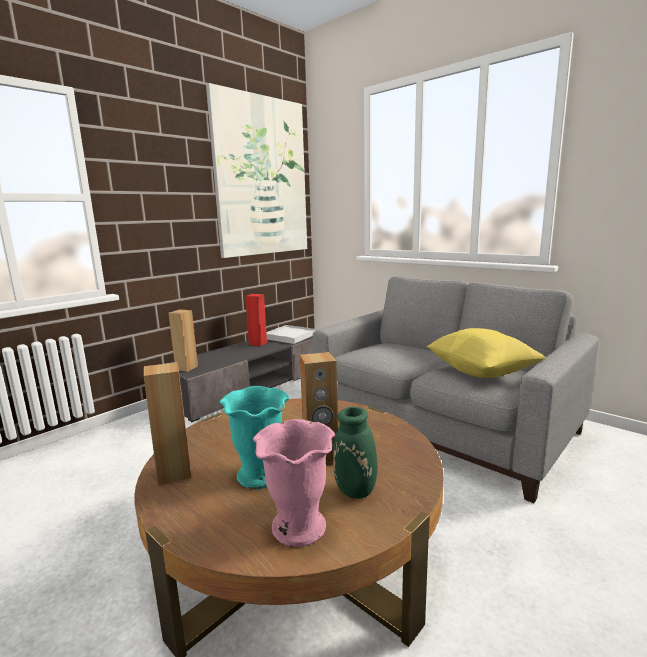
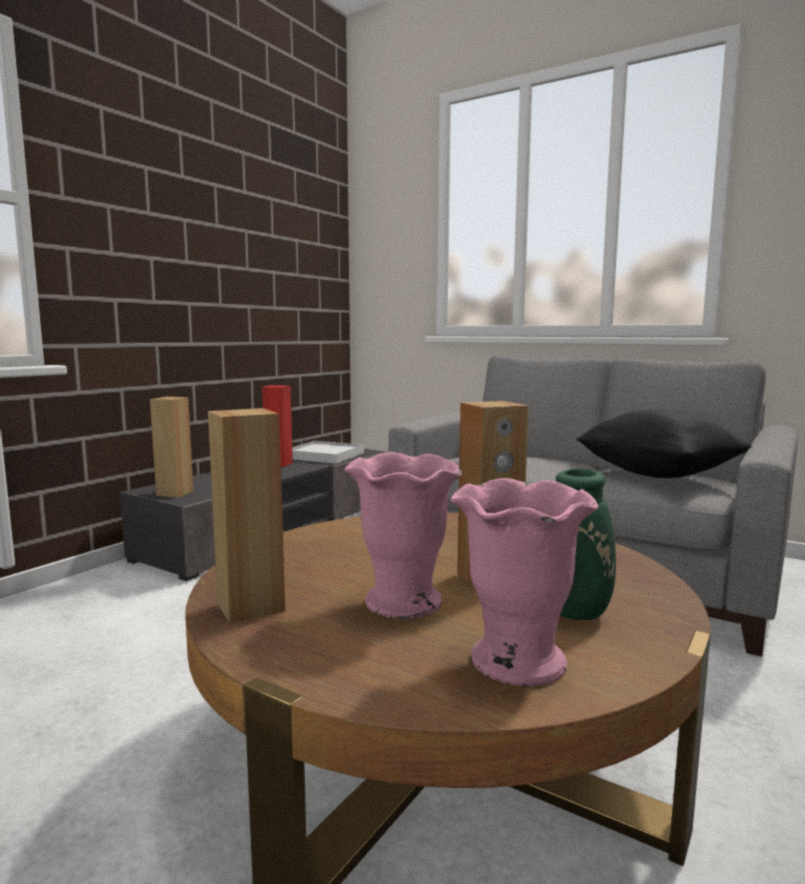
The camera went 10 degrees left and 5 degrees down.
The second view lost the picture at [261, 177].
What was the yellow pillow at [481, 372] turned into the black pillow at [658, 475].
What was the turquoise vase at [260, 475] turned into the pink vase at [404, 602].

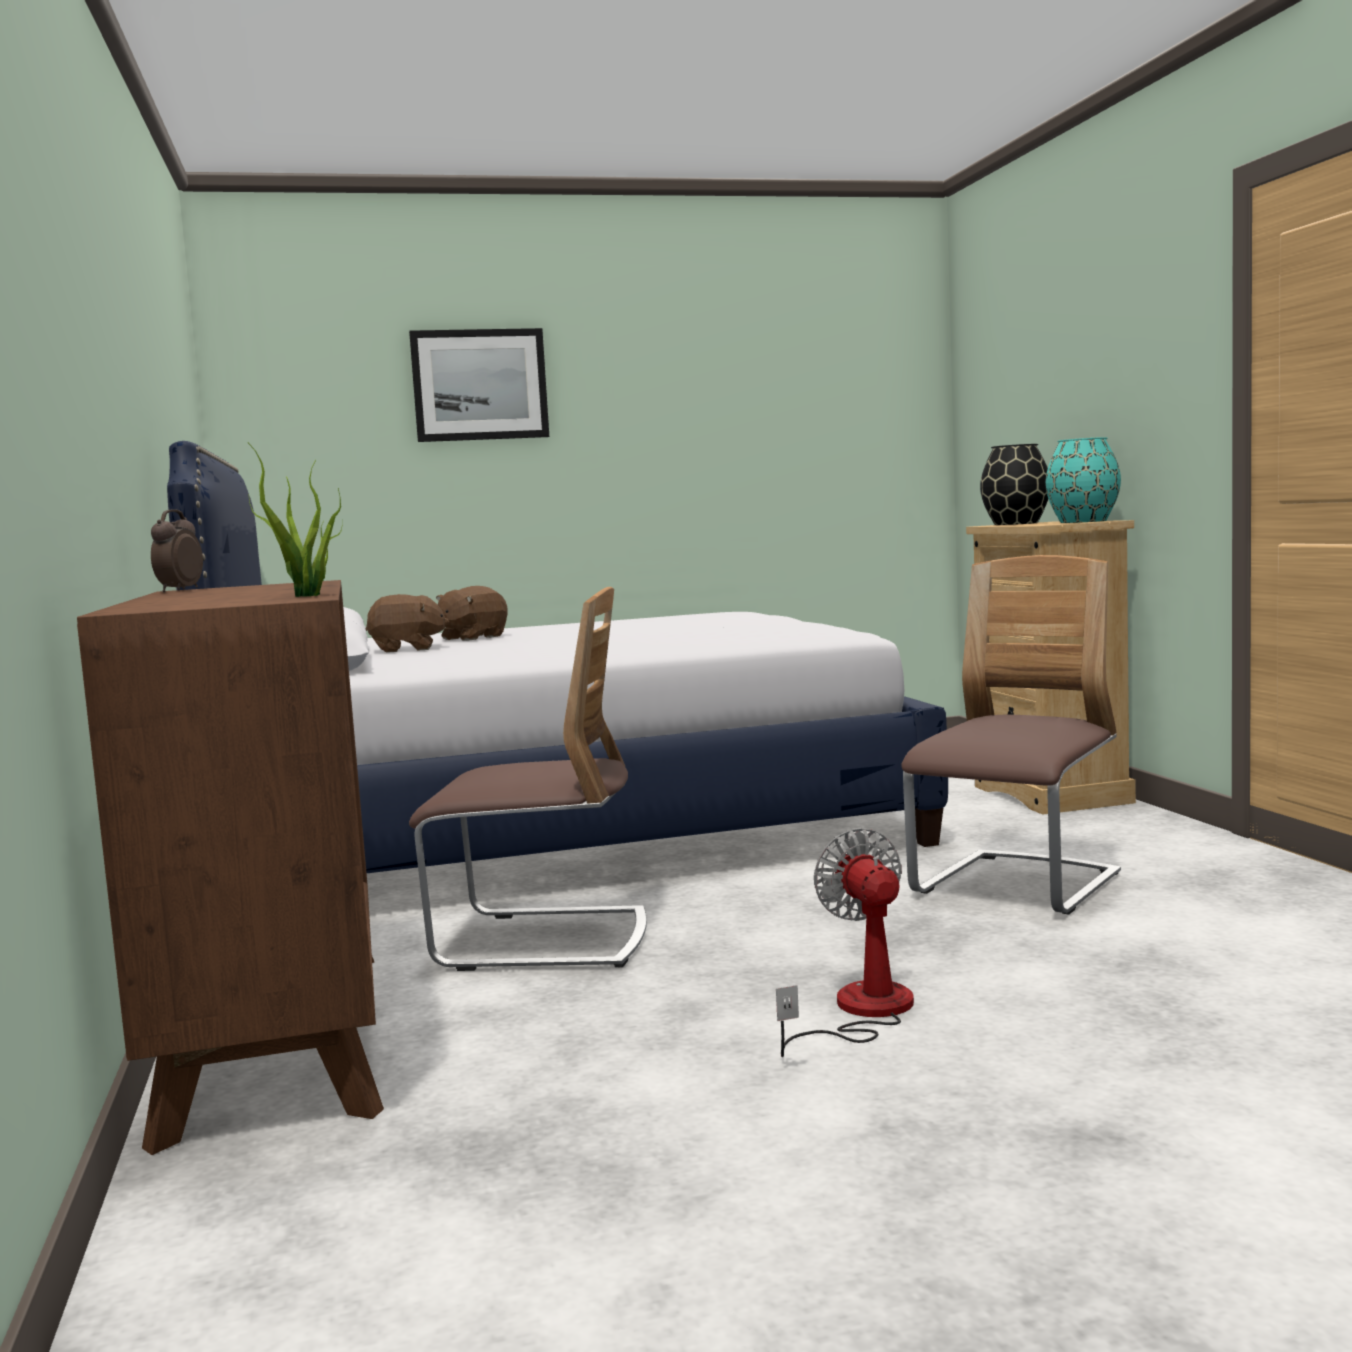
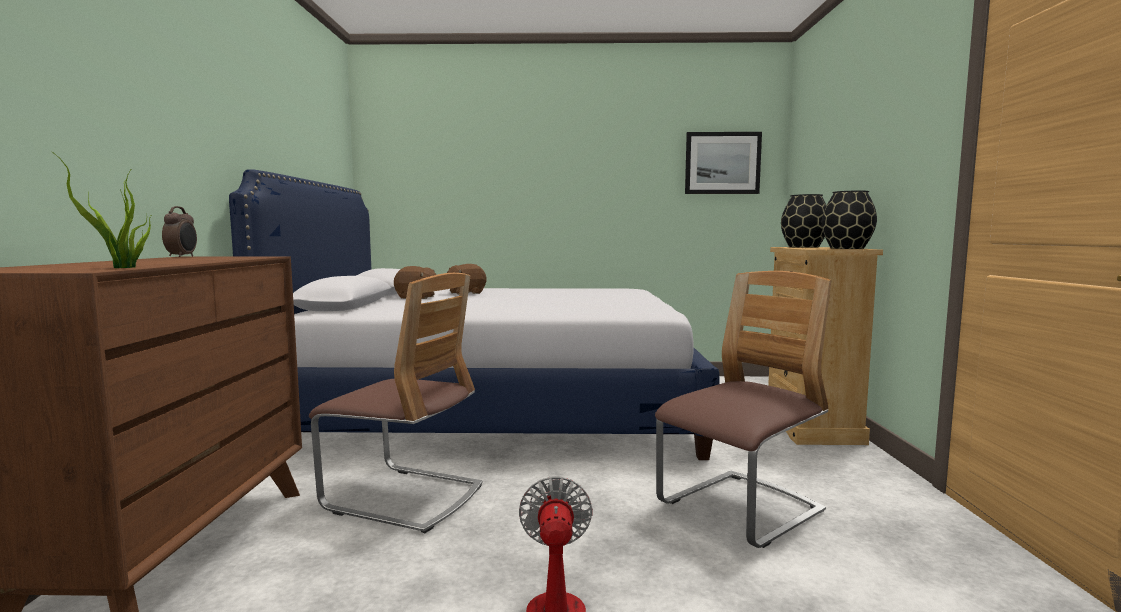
The camera went 15 degrees right and 0 degrees up.
The picture ended up elsewhere, having gone from [480, 385] to [722, 163].
What was the turquoise vase at [1084, 521] turned into the black vase at [847, 248].
The alarm clock at [179, 590] ended up facing another way, 150 degrees clockwise from before.

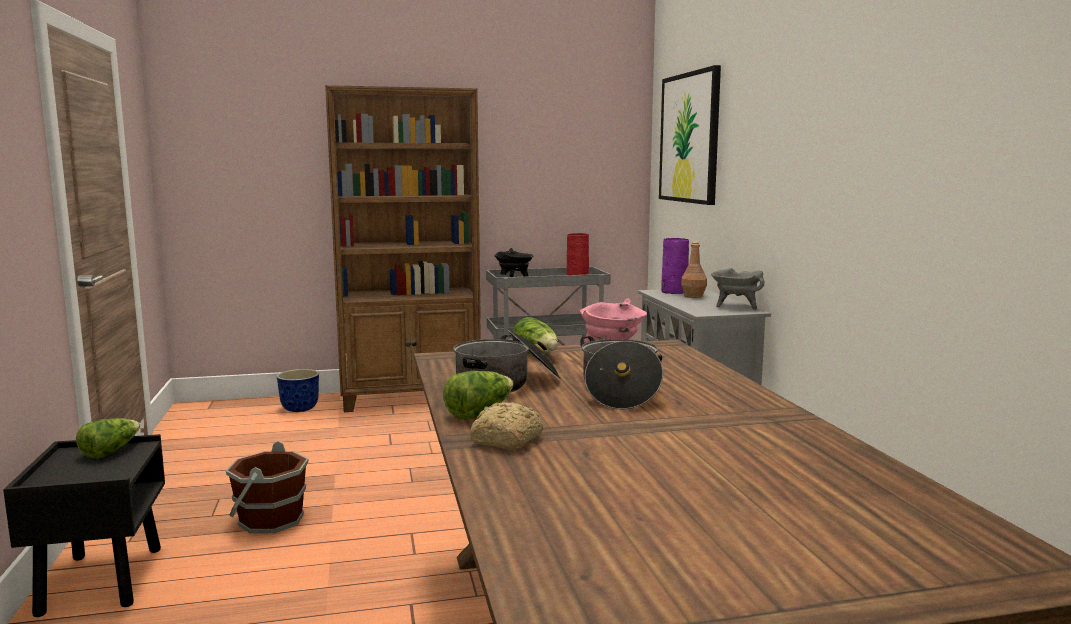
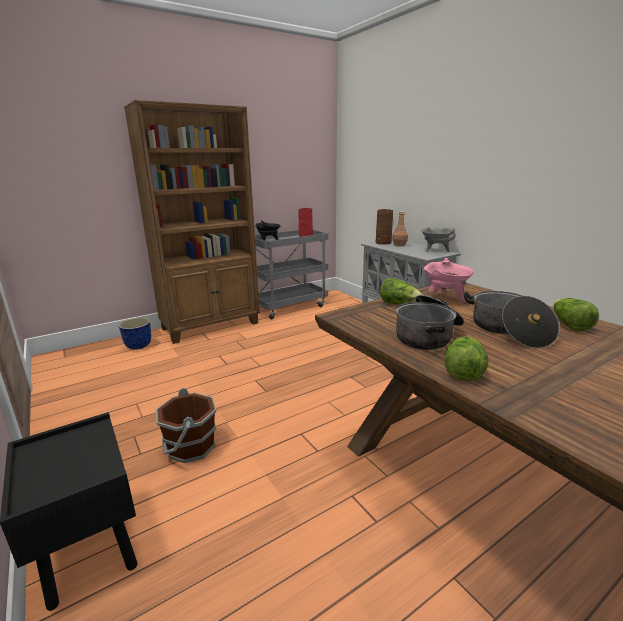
The camera went 20 degrees left and 10 degrees up.
The second view lost the picture at [689, 138].
What was the purple vase at [673, 292] turned into the brown vase at [382, 243].
The second view lost the bread at [505, 440].
The lettuce ended up elsewhere, having gone from [110, 451] to [569, 325].

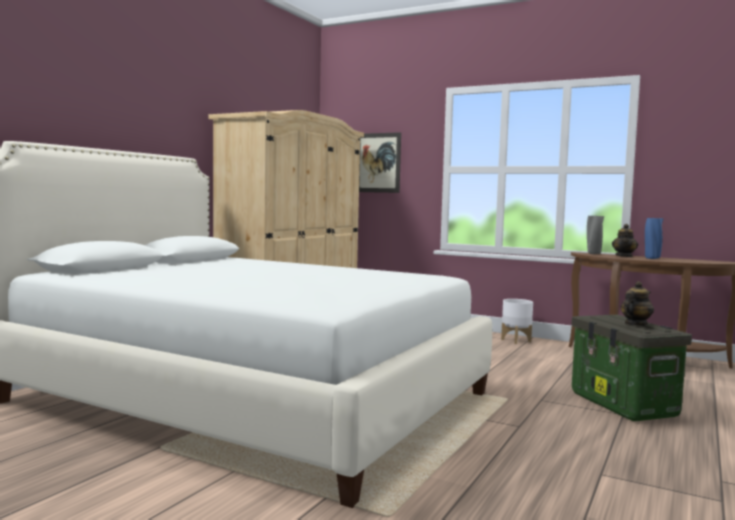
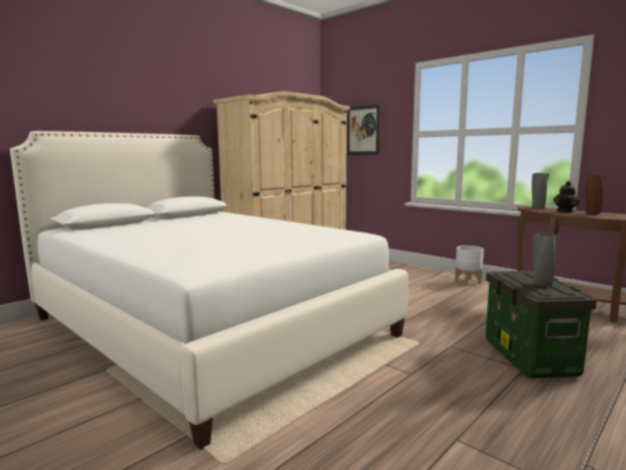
The camera went 15 degrees right and 5 degrees up.
What was the blue vase at [652, 258] turned into the brown vase at [592, 214].
Where the teapot stood at [635, 324], the grey vase came to stand at [542, 284].

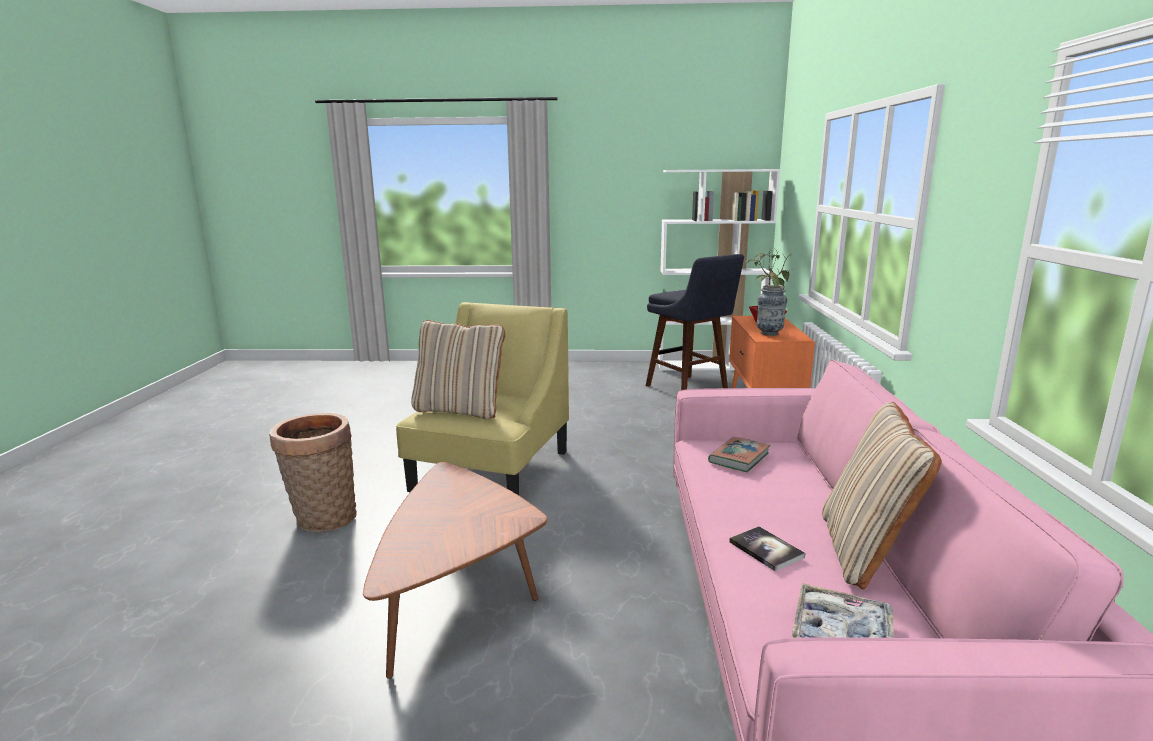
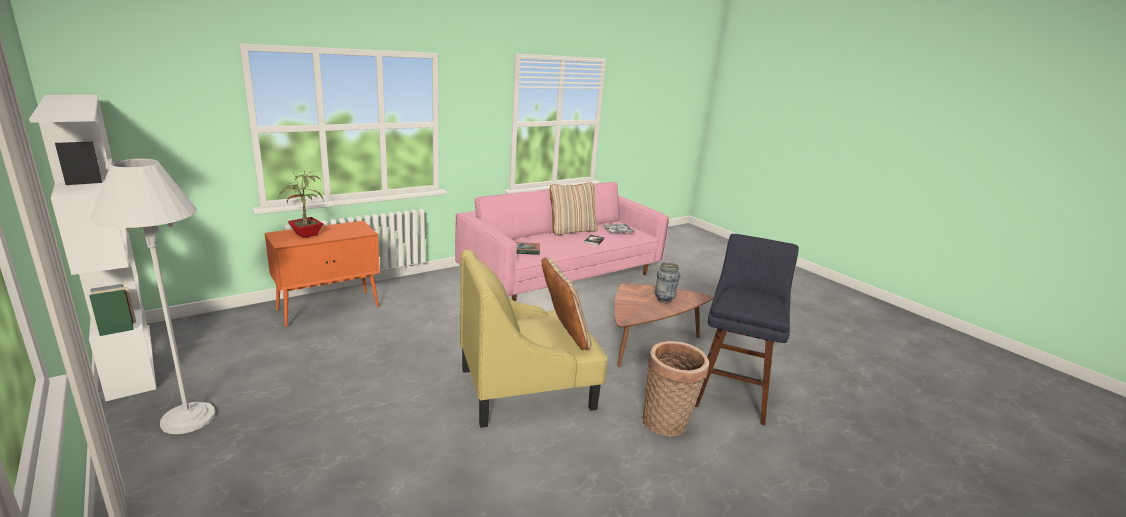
The camera went 130 degrees left and 5 degrees up.
The blue stool ended up elsewhere, having gone from [690, 390] to [731, 393].
The vase ended up elsewhere, having gone from [769, 333] to [664, 300].
The second view gained the white floor lamp at [188, 418].

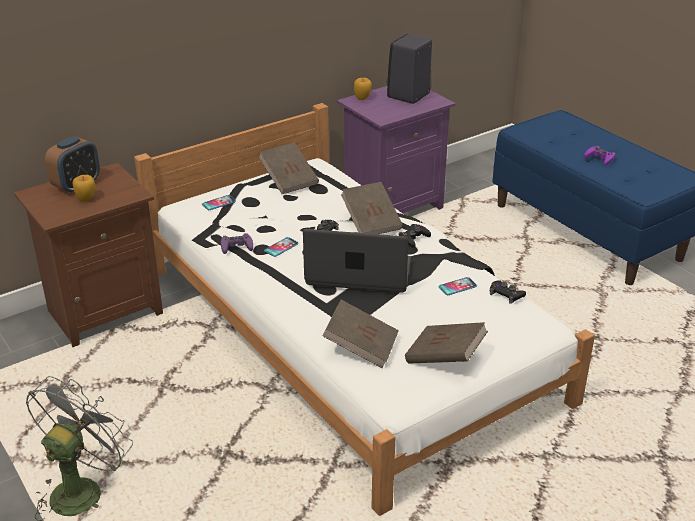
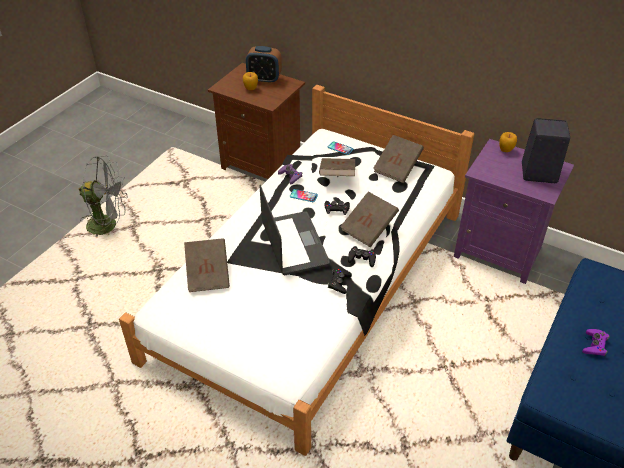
The camera went 65 degrees right and 10 degrees up.
The second view lost the phone at [457, 287].
The black game controller ended up elsewhere, having gone from [506, 295] to [339, 283].
The brown book ended up elsewhere, having gone from [445, 358] to [337, 176].

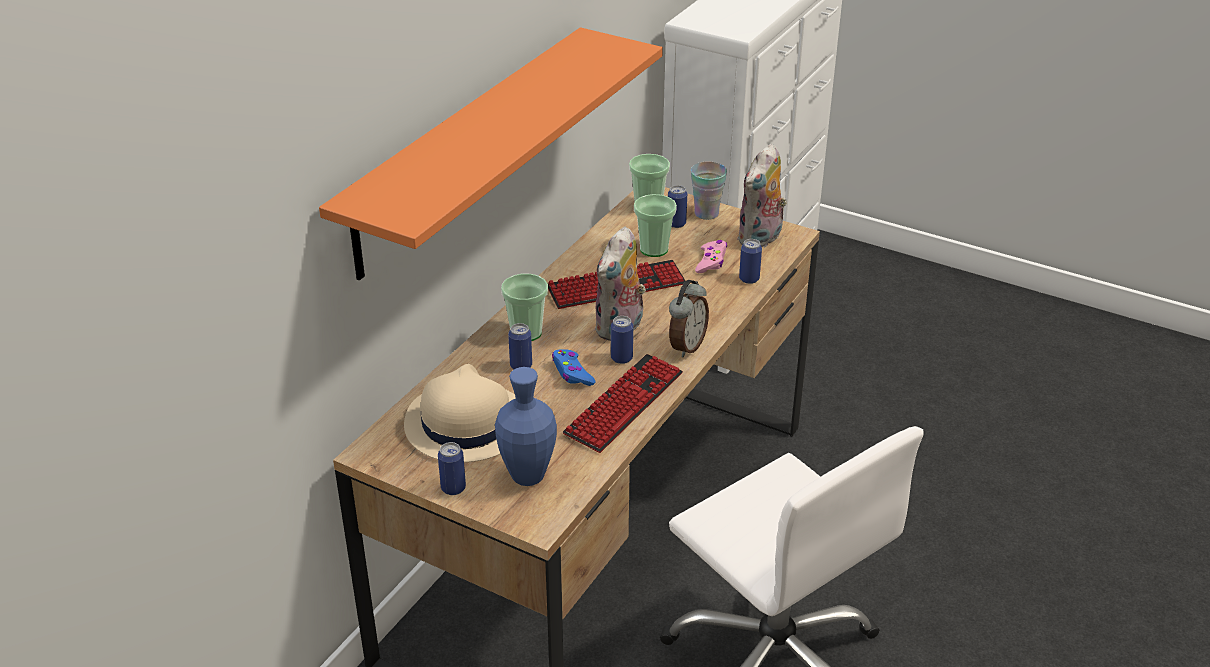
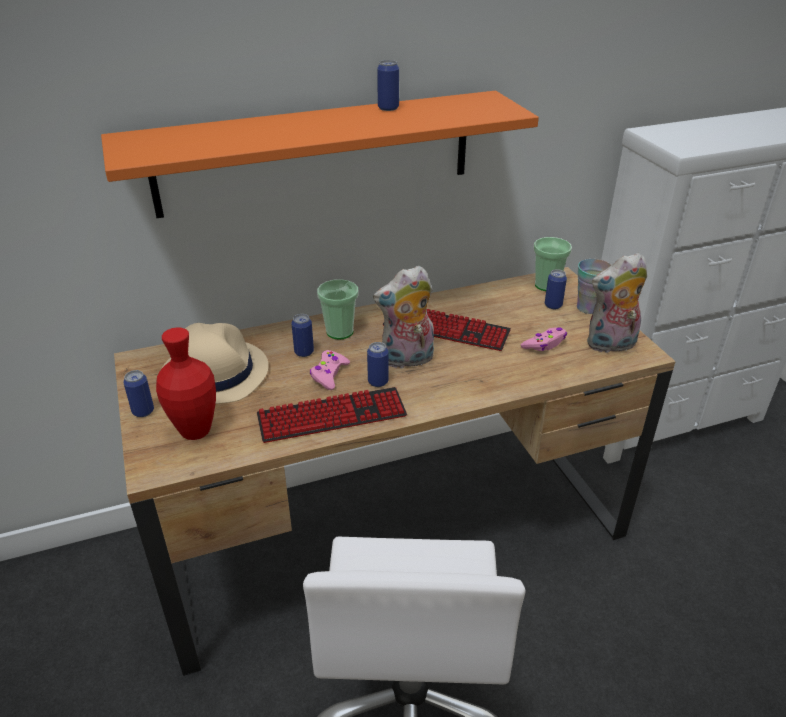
The camera went 40 degrees right and 0 degrees up.
The second view lost the cup at [654, 249].
The can ended up elsewhere, having gone from [749, 279] to [388, 108].
The second view lost the alarm clock at [686, 346].
What was the blue game controller at [572, 373] turned into the pink game controller at [329, 374].
What was the blue vase at [528, 476] turned into the red vase at [195, 431].

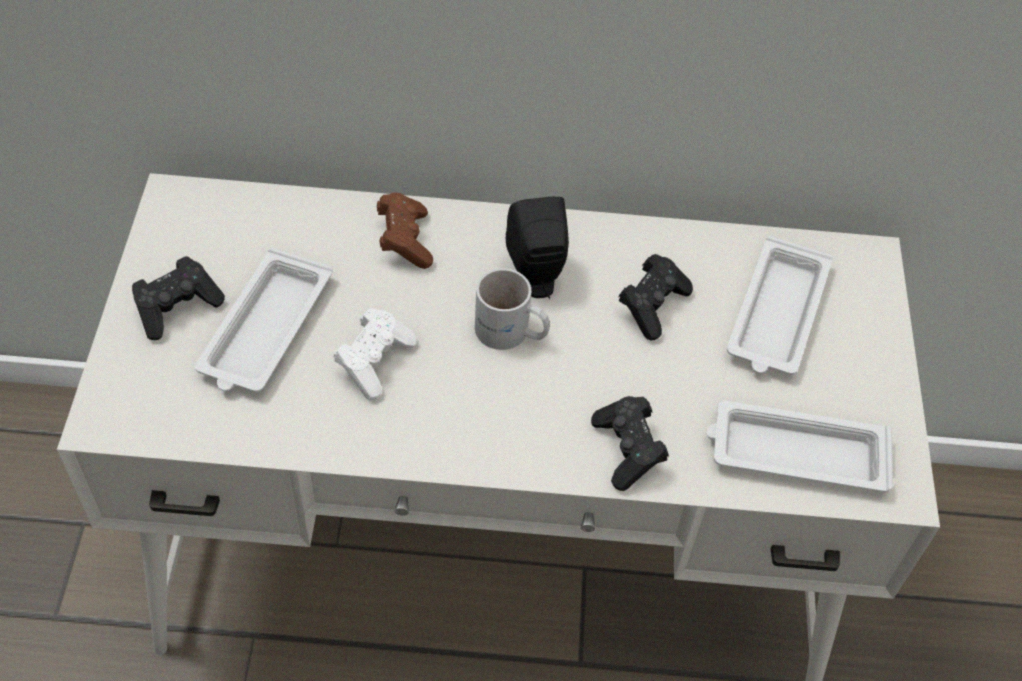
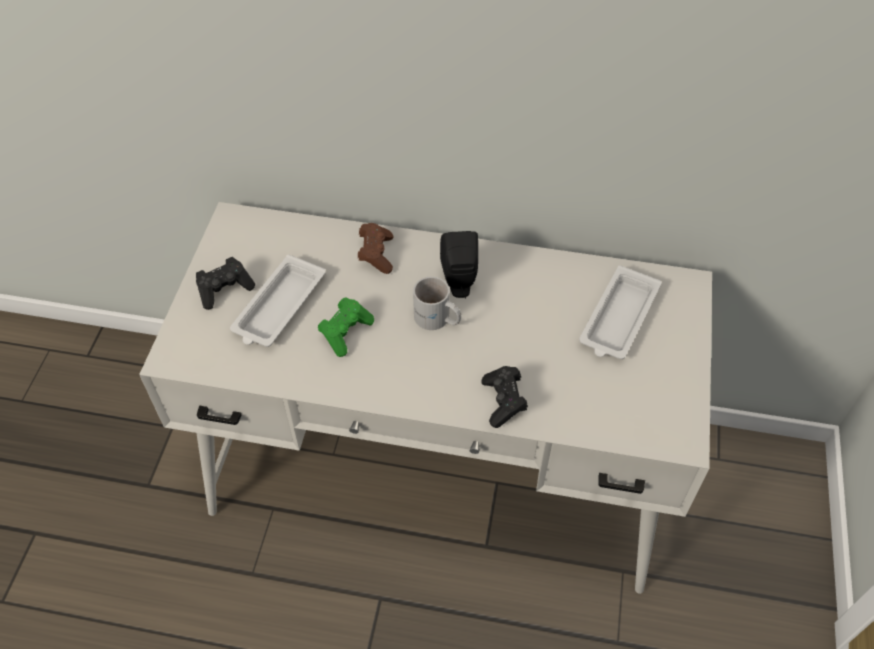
The camera went 10 degrees right and 0 degrees up.
The second view lost the black game controller at [652, 306].
What was the white game controller at [374, 362] turned into the green game controller at [345, 332].
The second view lost the white tray at [795, 453].

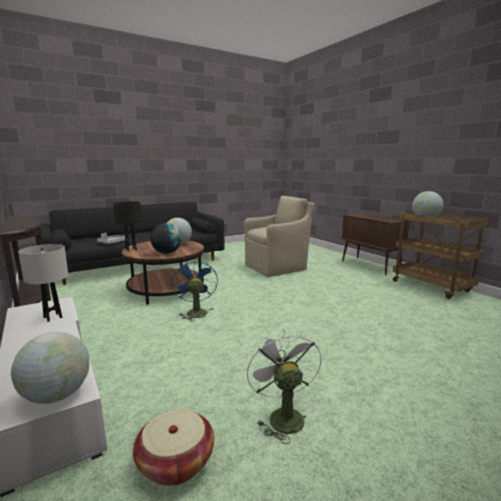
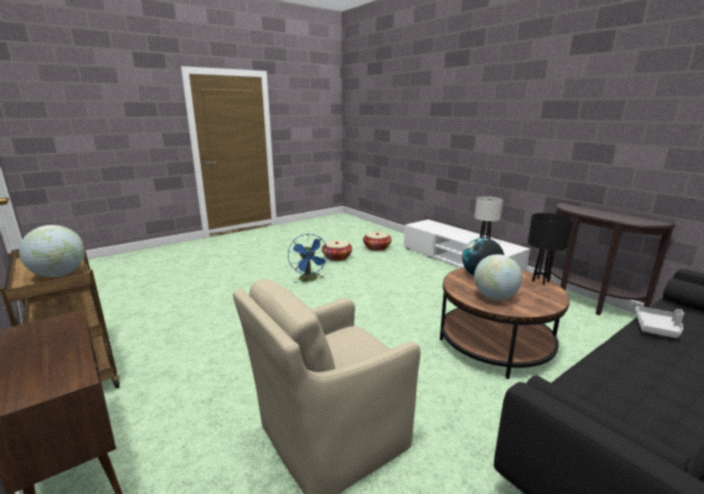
The camera went 175 degrees right and 5 degrees up.
The blue fan ended up elsewhere, having gone from [195, 312] to [310, 280].
Where the white fan stood at [282, 415], the basket came to stand at [337, 257].
The second view lost the globe at [57, 395].

